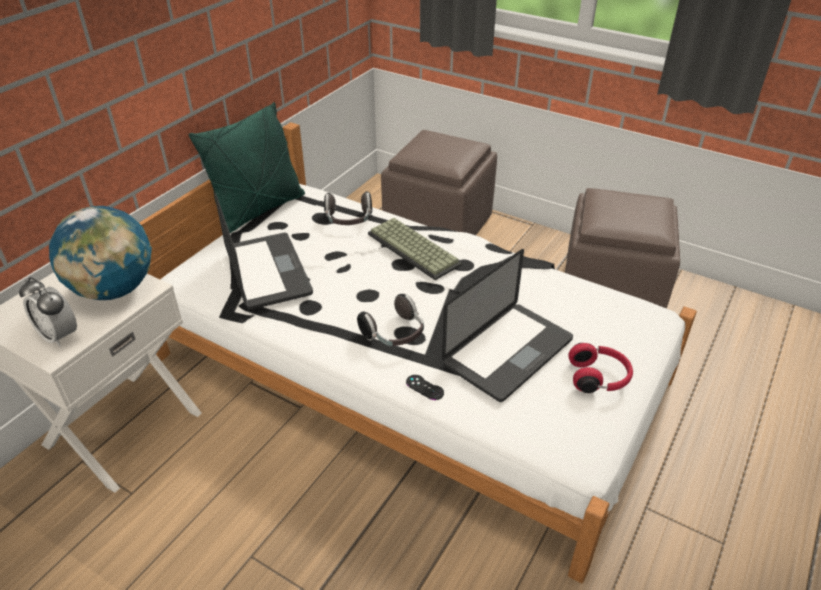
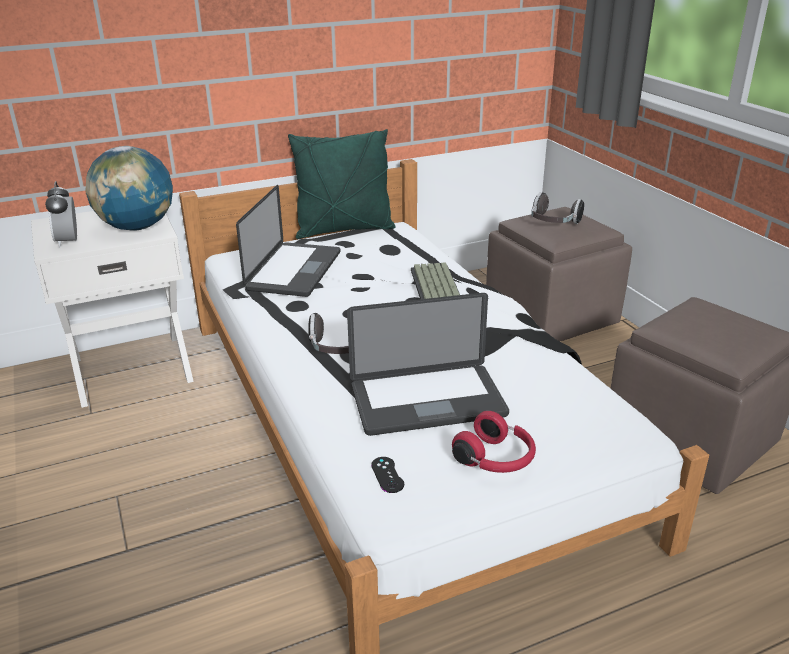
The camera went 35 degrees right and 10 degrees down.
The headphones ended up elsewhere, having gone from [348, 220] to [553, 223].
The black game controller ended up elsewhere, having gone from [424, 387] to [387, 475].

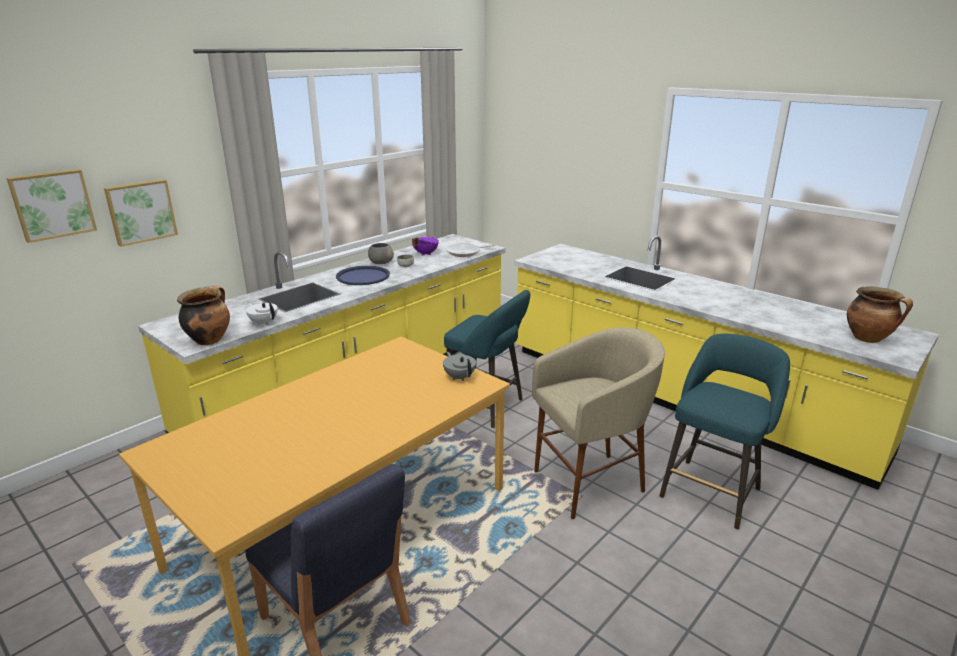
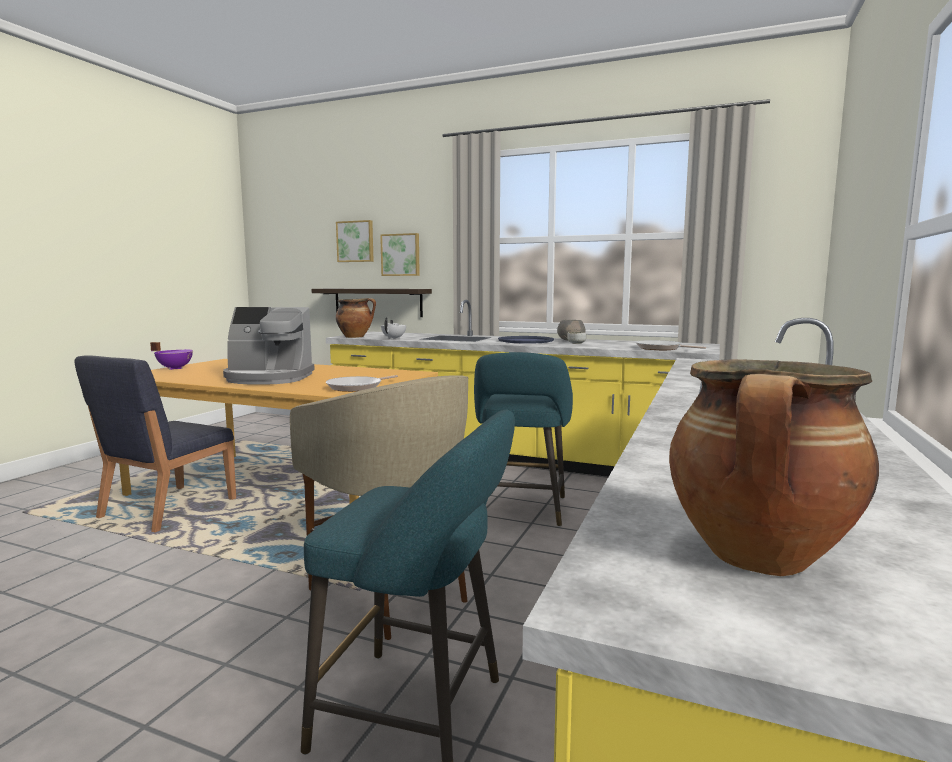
The camera went 70 degrees right and 15 degrees down.
The purple cooking pot ended up elsewhere, having gone from [425, 253] to [175, 368].
Where the grey teapot stood at [459, 377], the frying pan came to stand at [357, 387].
The second view gained the shelf at [378, 302].
The second view gained the coffee machine at [268, 378].

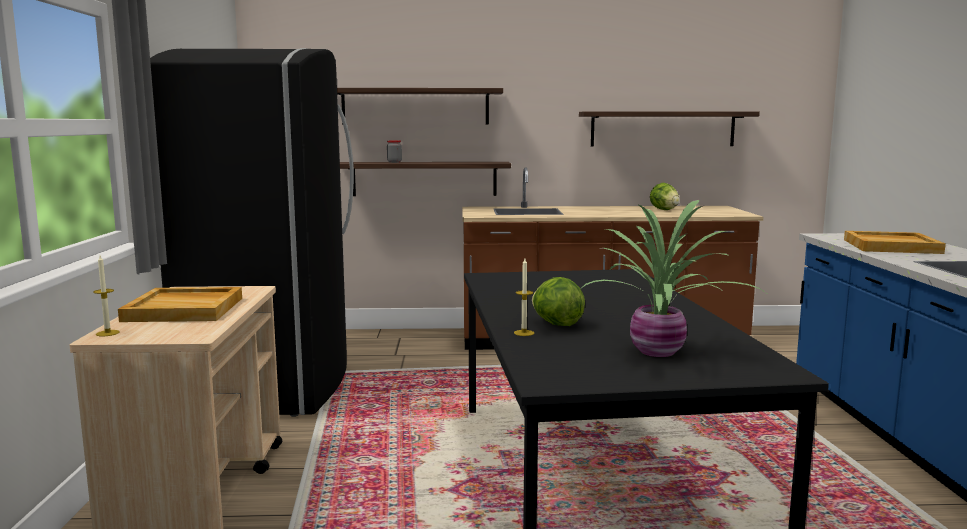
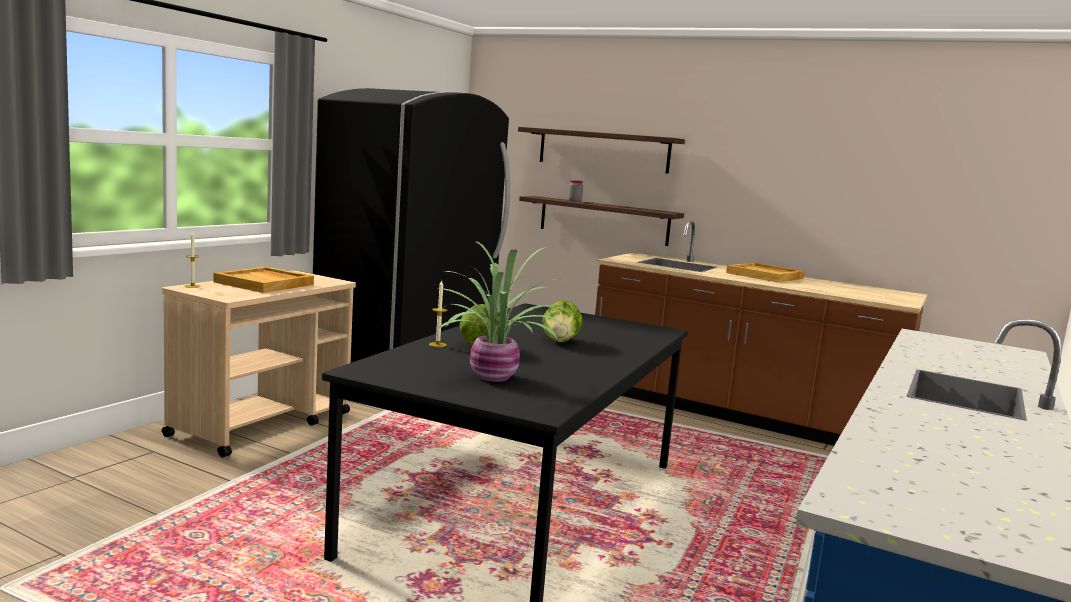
The camera went 30 degrees right and 0 degrees up.
The second view lost the shelf at [662, 129].
The lettuce ended up elsewhere, having gone from [664, 210] to [560, 341].
The beige tray ended up elsewhere, having gone from [891, 246] to [765, 276].

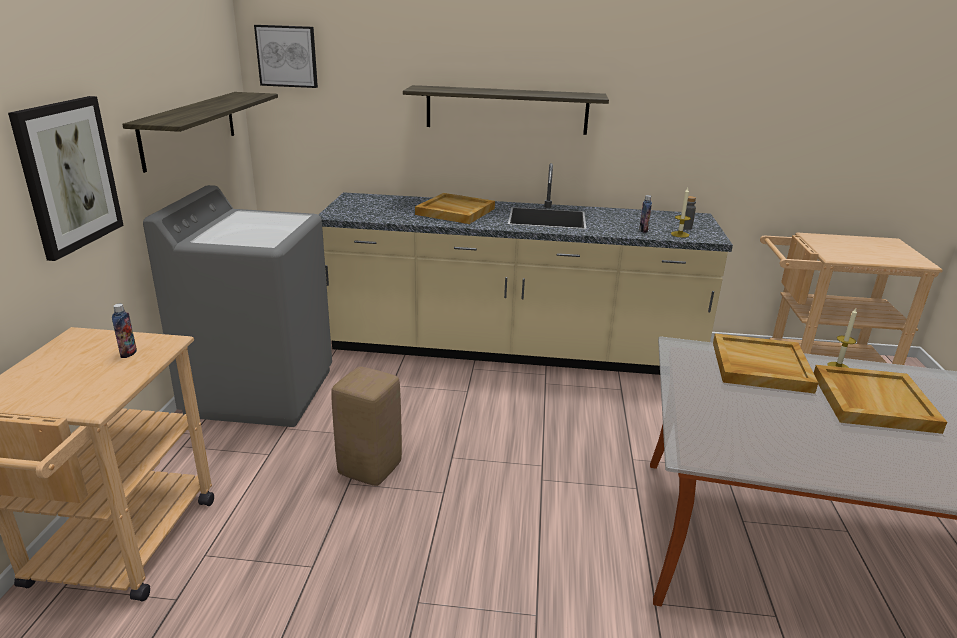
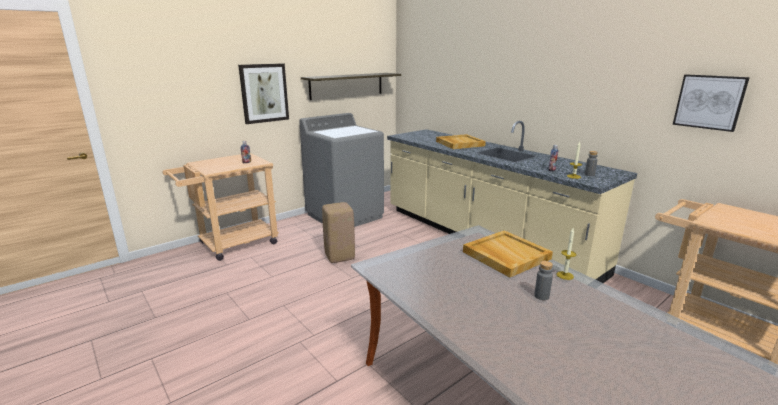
The camera went 45 degrees right and 5 degrees down.
The picture ended up elsewhere, having gone from [287, 56] to [709, 102].
The second view lost the shelf at [506, 110].
Where the beige tray stood at [872, 401], the grey bottle came to stand at [541, 296].

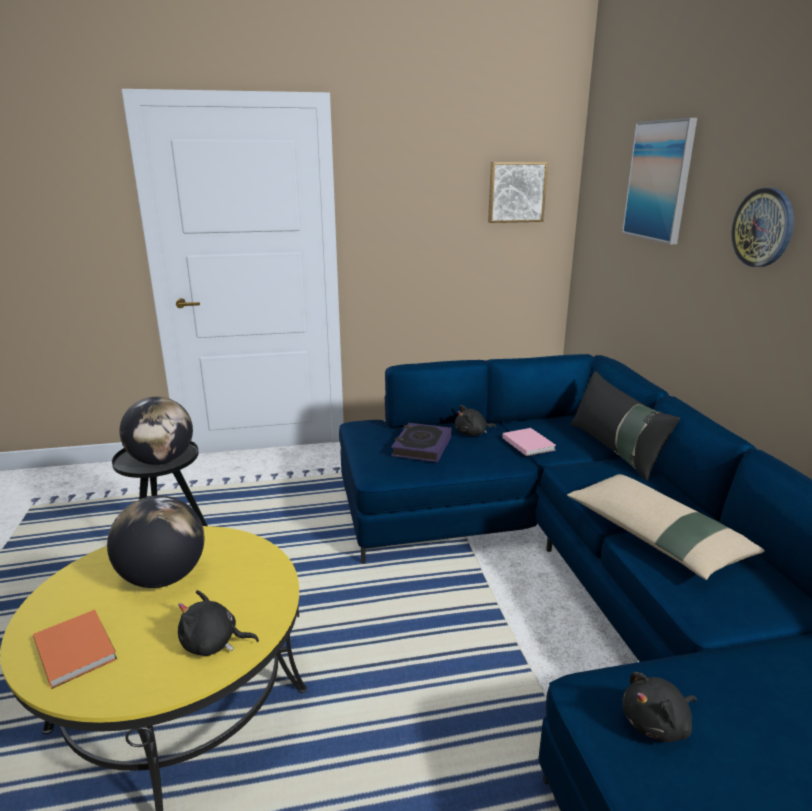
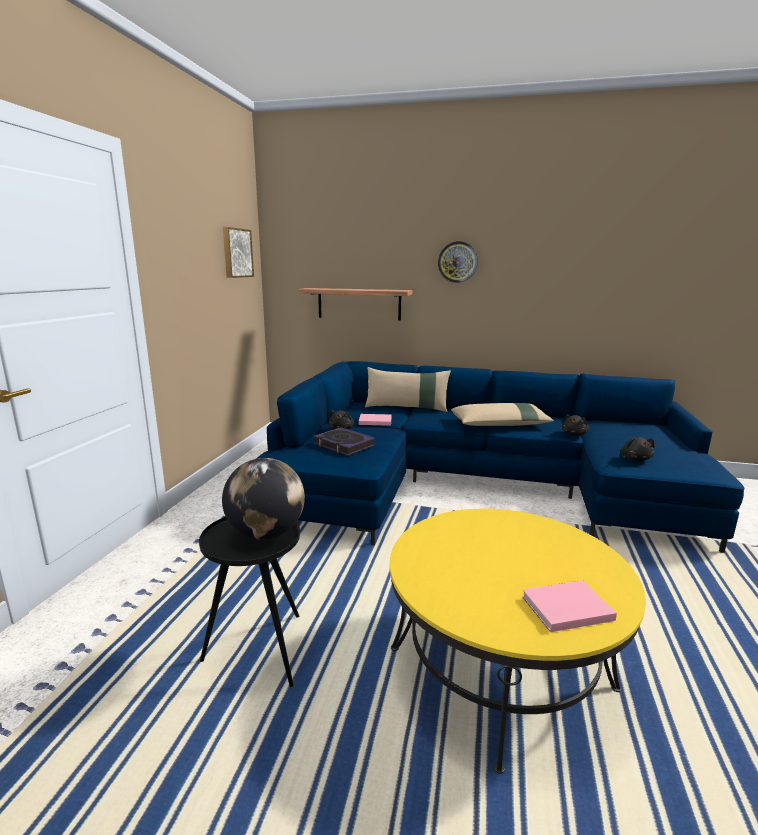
The camera went 65 degrees left and 5 degrees down.
The second view lost the picture at [659, 181].
What was the black pillow at [615, 450] turned into the beige pillow at [407, 408].
The second view lost the globe at [163, 577].
The black plush toy ended up elsewhere, having gone from [213, 644] to [574, 434].
What was the orange book at [76, 648] turned into the pink book at [564, 608].
The second view gained the shelf at [359, 304].

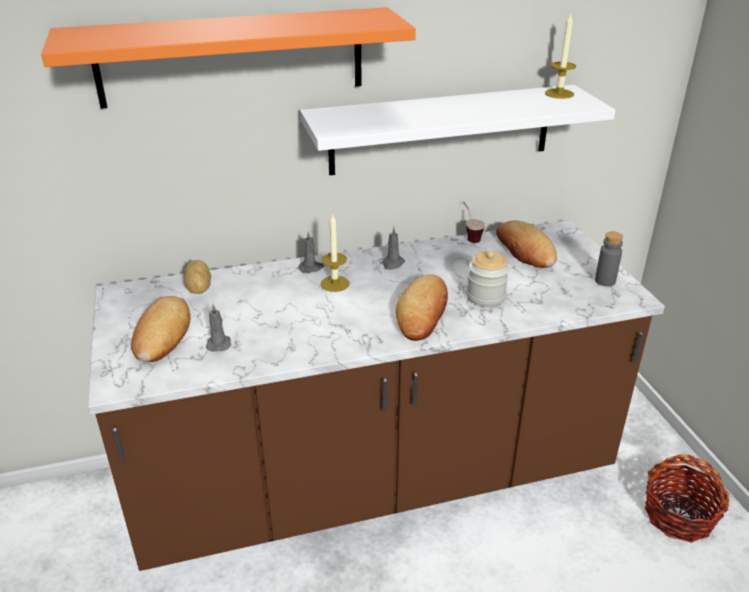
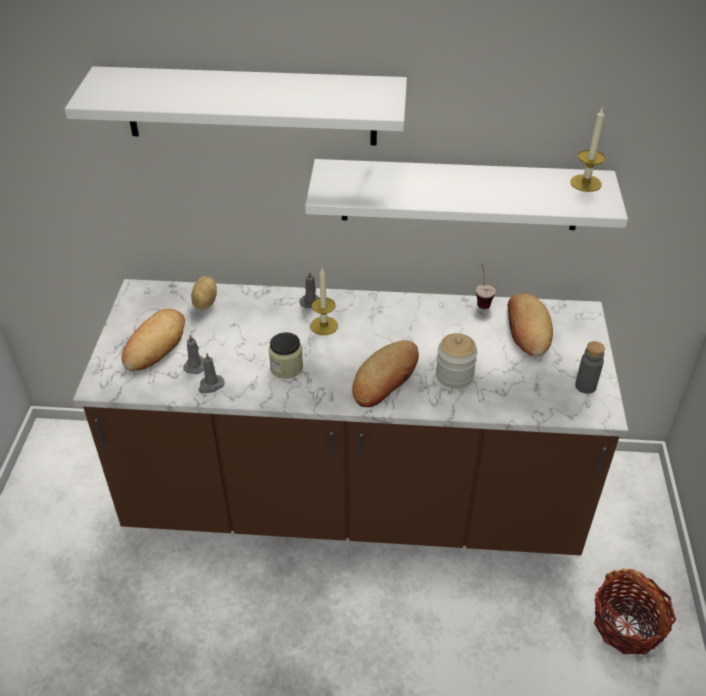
The camera went 20 degrees right and 10 degrees up.
What was the orange shelf at [231, 57] turned into the white shelf at [251, 106].
The grey candle ended up elsewhere, having gone from [392, 263] to [210, 385].
The second view gained the jar at [286, 367].

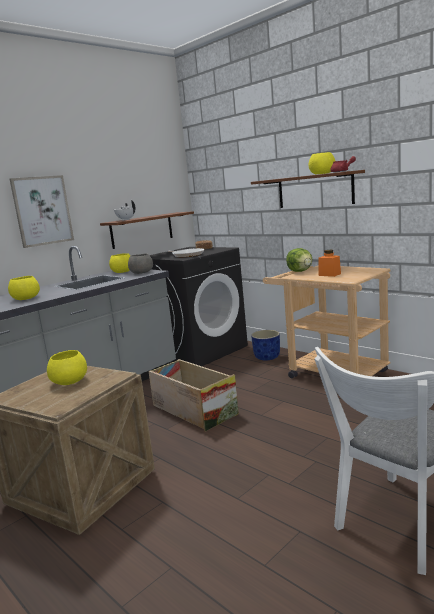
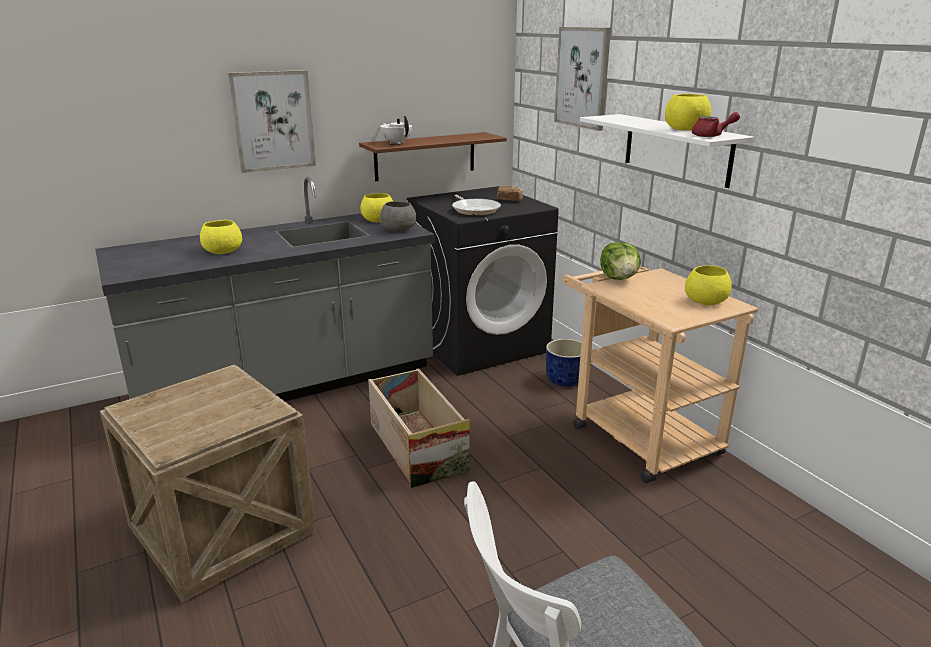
The camera went 15 degrees right and 10 degrees up.
What was the brown shelf at [314, 190] turned into the white shelf at [676, 149].
The second view lost the orange jar at [329, 274].
The yellow bowl ended up elsewhere, having gone from [70, 381] to [706, 301].
The second view gained the picture at [582, 77].

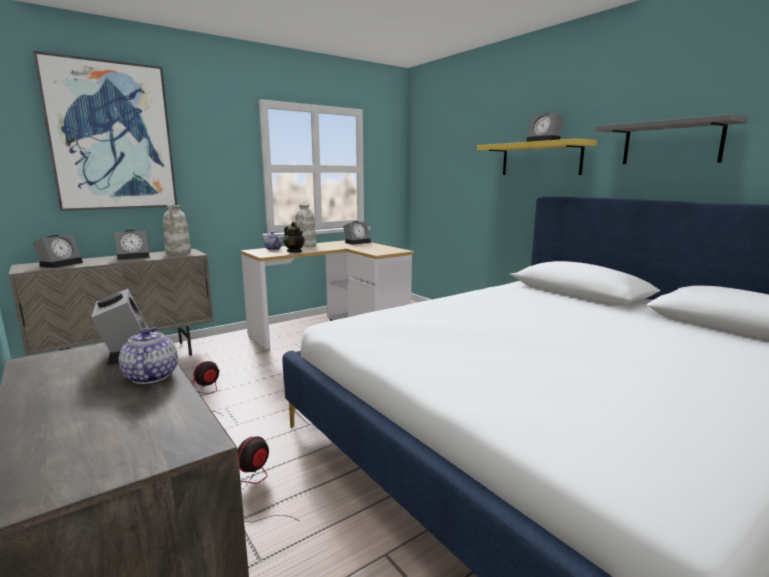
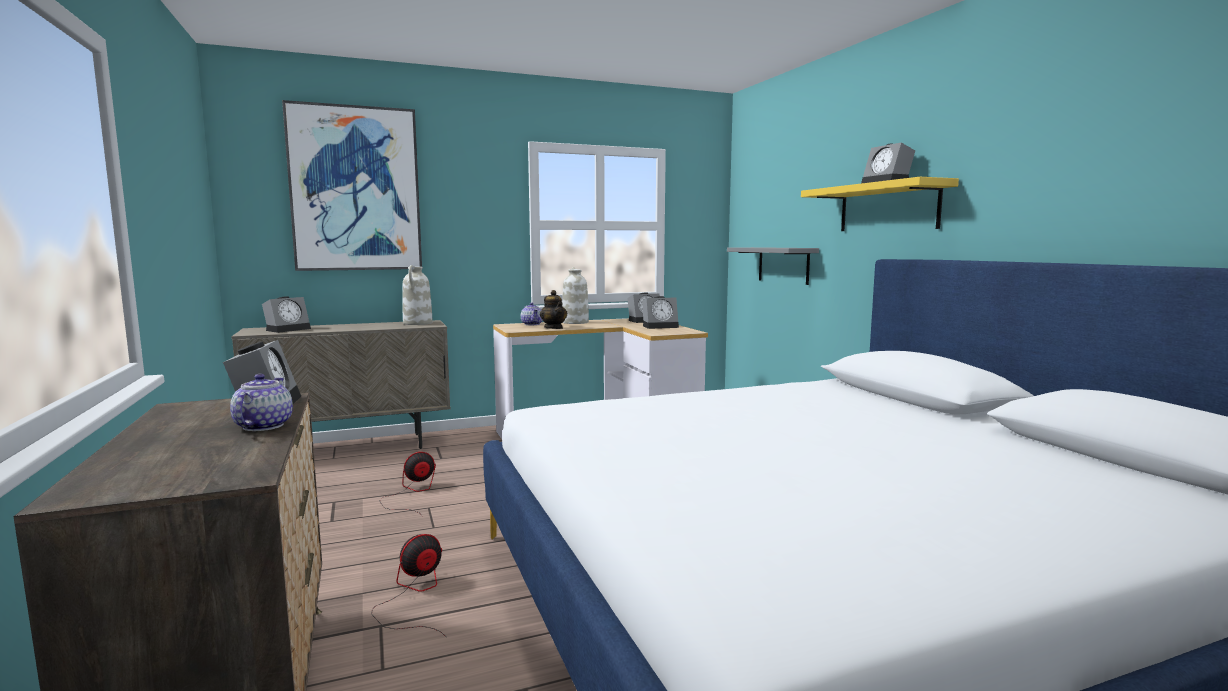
The camera went 15 degrees right and 5 degrees down.
The grey shelf ended up elsewhere, having gone from [671, 143] to [783, 265].
The alarm clock ended up elsewhere, having gone from [134, 256] to [661, 326].

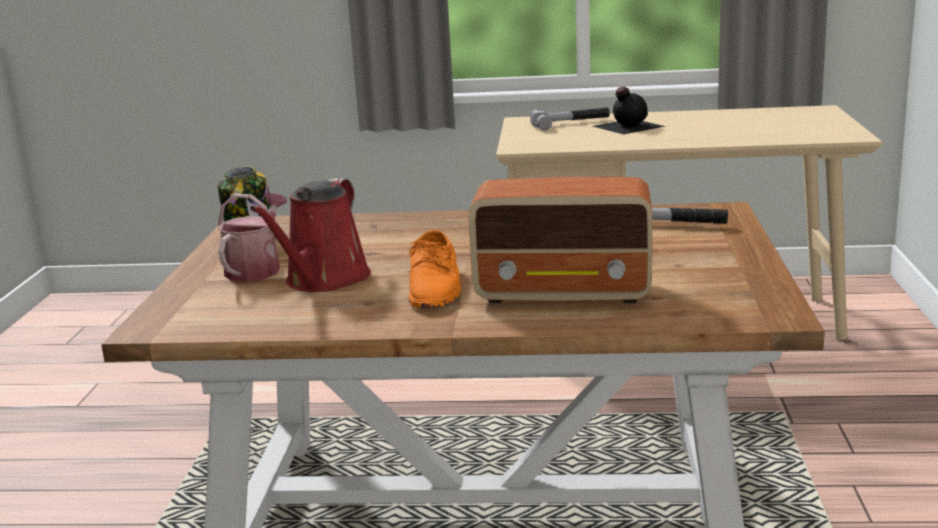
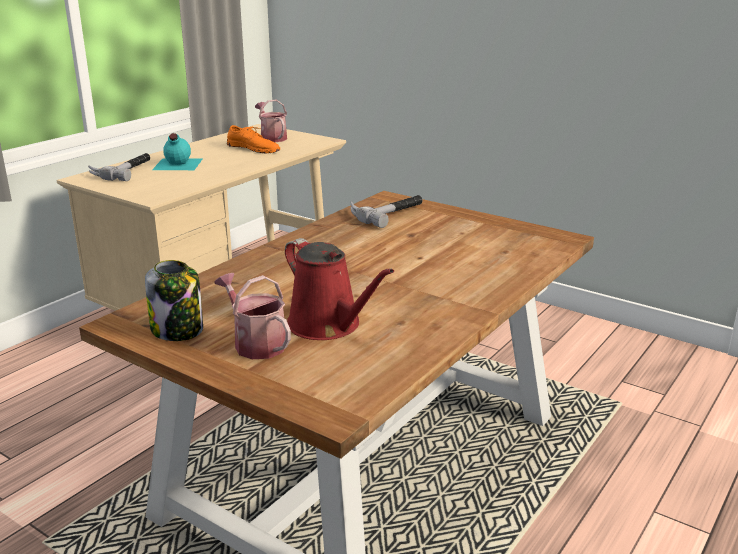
The camera went 60 degrees left and 5 degrees up.
What was the black bottle at [626, 126] turned into the turquoise bottle at [177, 164].
The second view lost the radio at [565, 293].
The orange shoe ended up elsewhere, having gone from [435, 287] to [254, 148].
The second view gained the watering can at [272, 138].

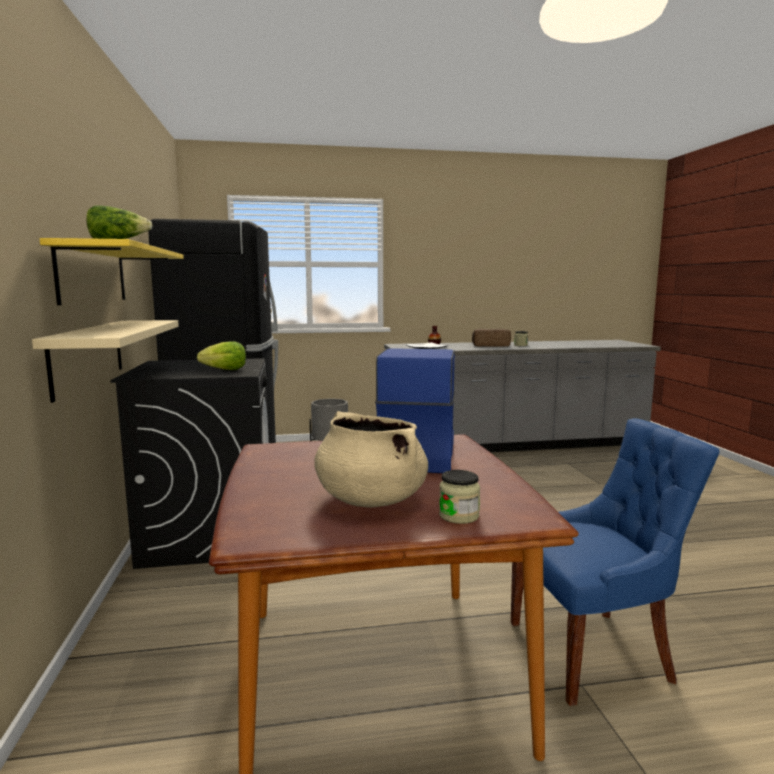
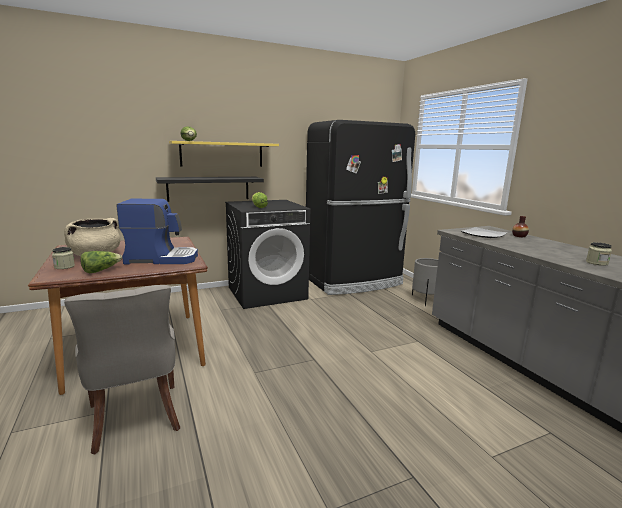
The camera went 75 degrees right and 5 degrees up.
What was the beige shelf at [88, 355] turned into the black shelf at [208, 188].
The second view lost the bread at [490, 346].
What was the blue chair at [593, 652] turned into the grey chair at [135, 418].
The second view gained the lettuce at [101, 270].

